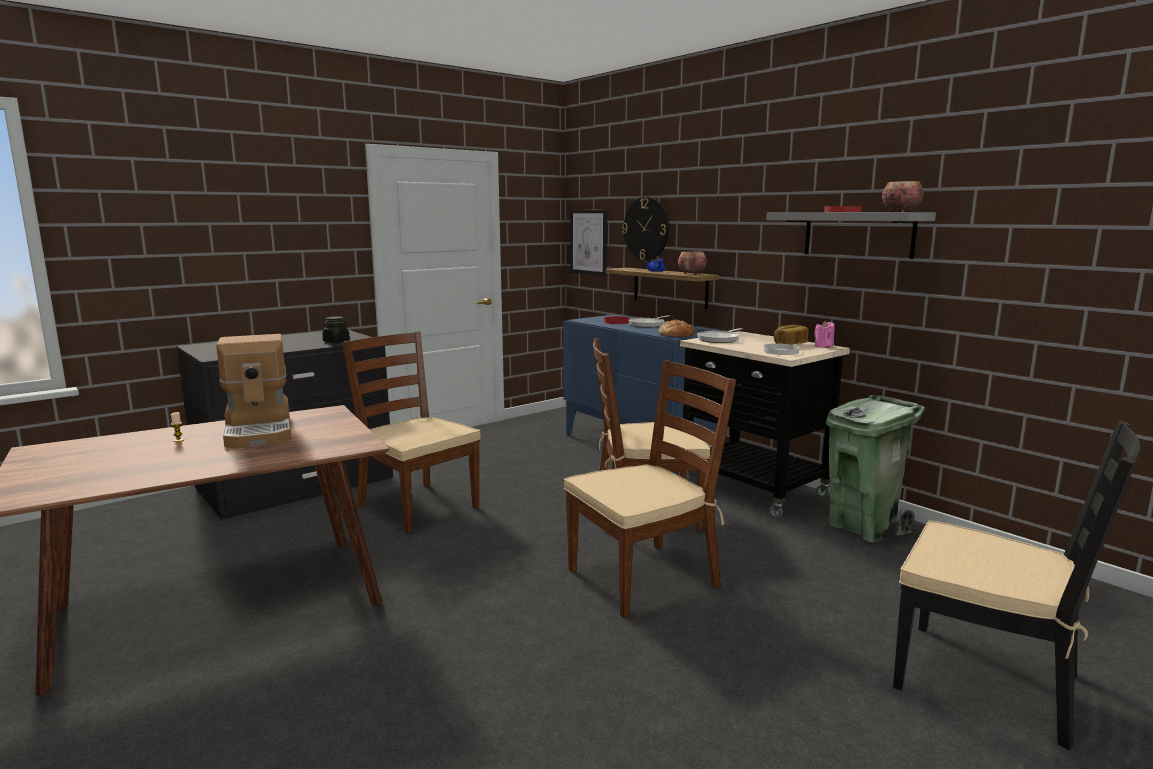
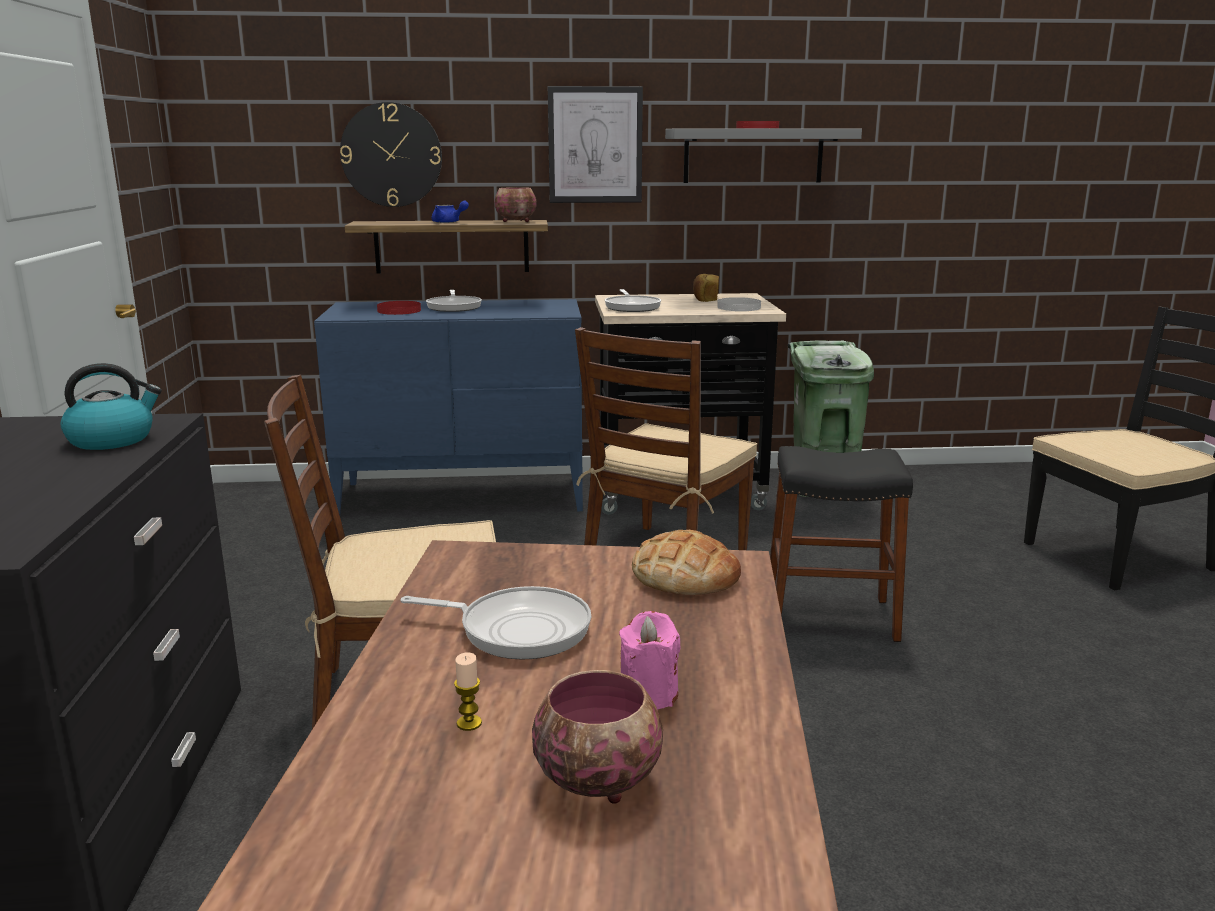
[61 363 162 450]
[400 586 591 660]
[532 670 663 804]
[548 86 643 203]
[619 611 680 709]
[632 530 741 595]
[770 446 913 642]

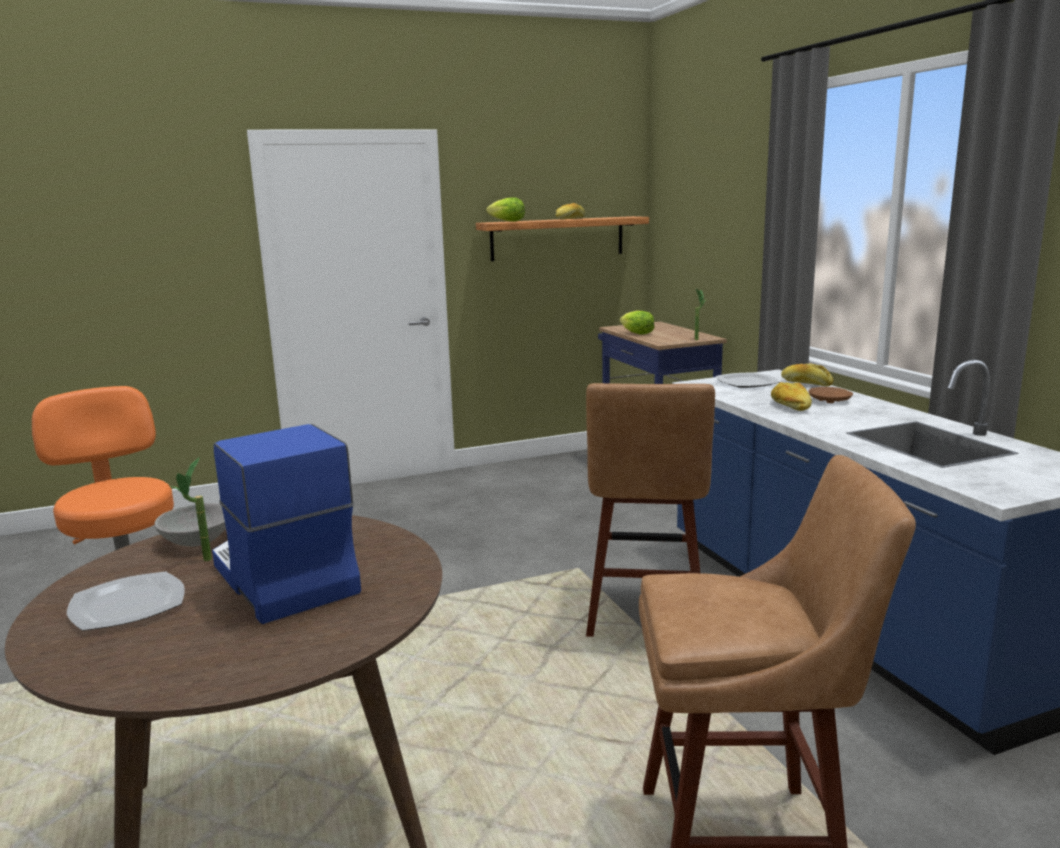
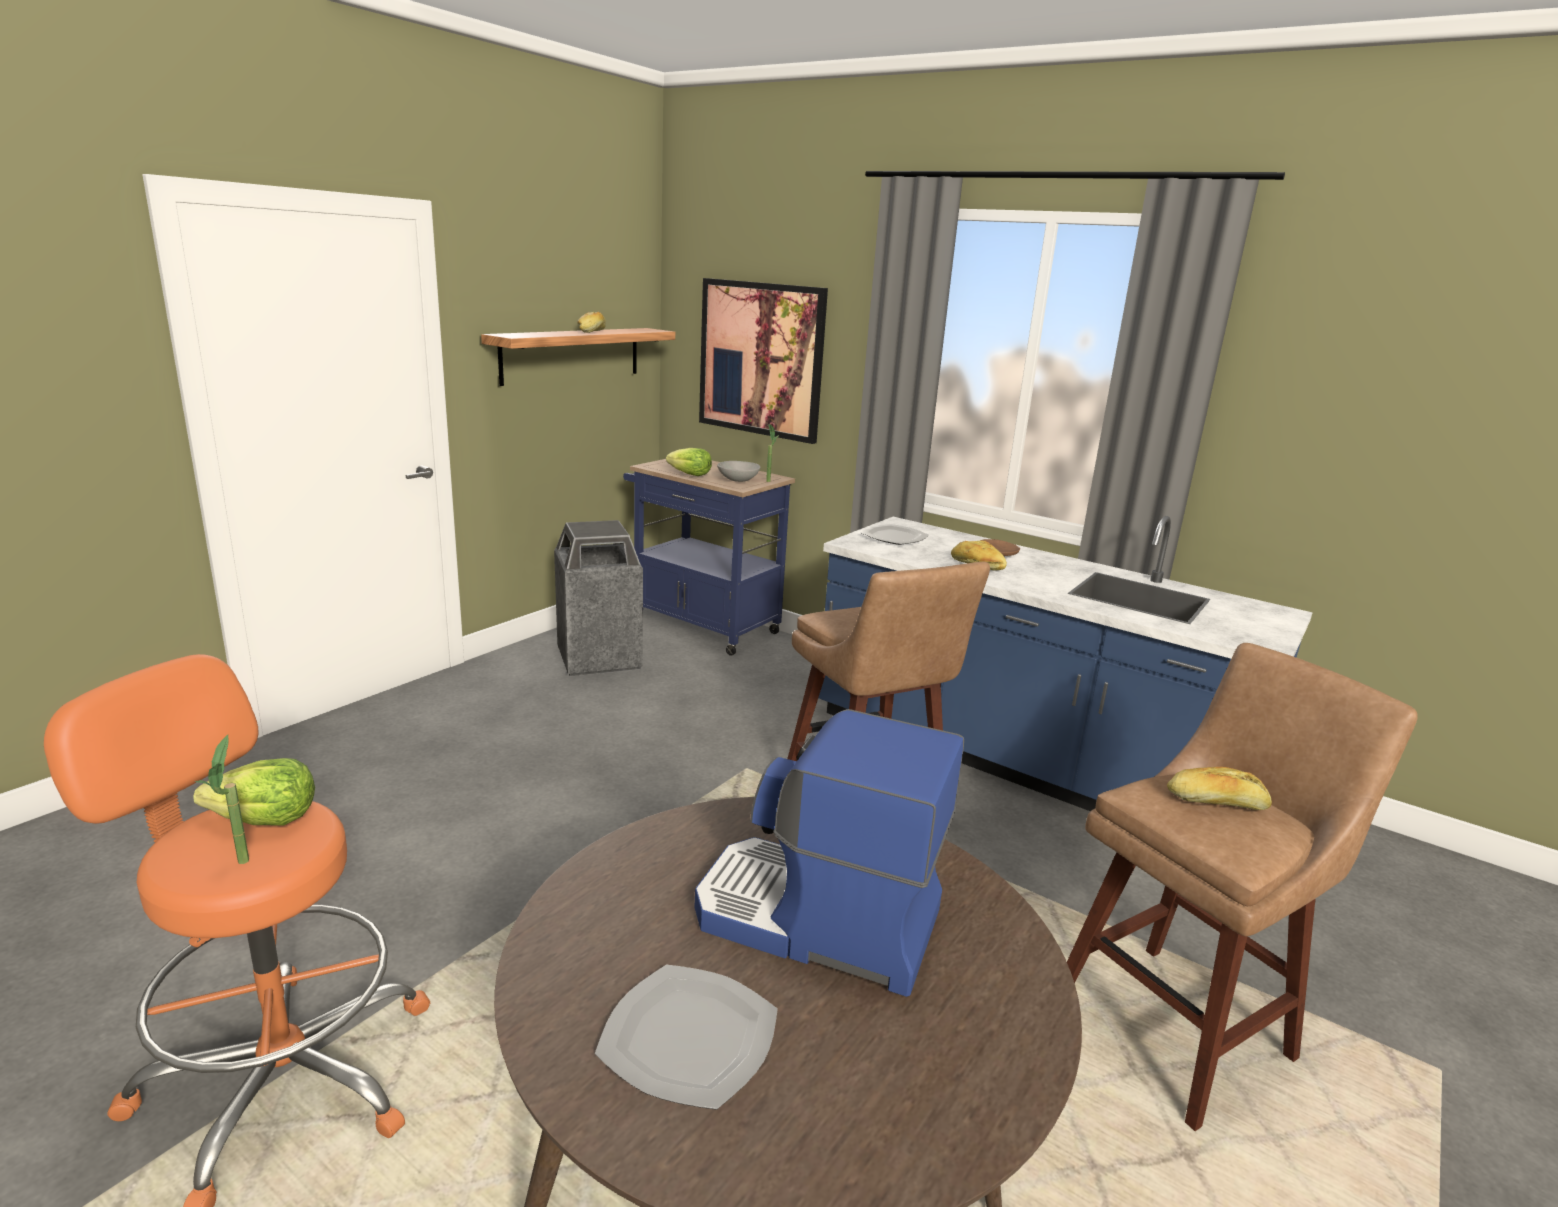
[193 758 315 826]
[194 735 249 864]
[554 520 643 677]
[699 278 828 444]
[717 461 760 482]
[1167 767 1272 810]

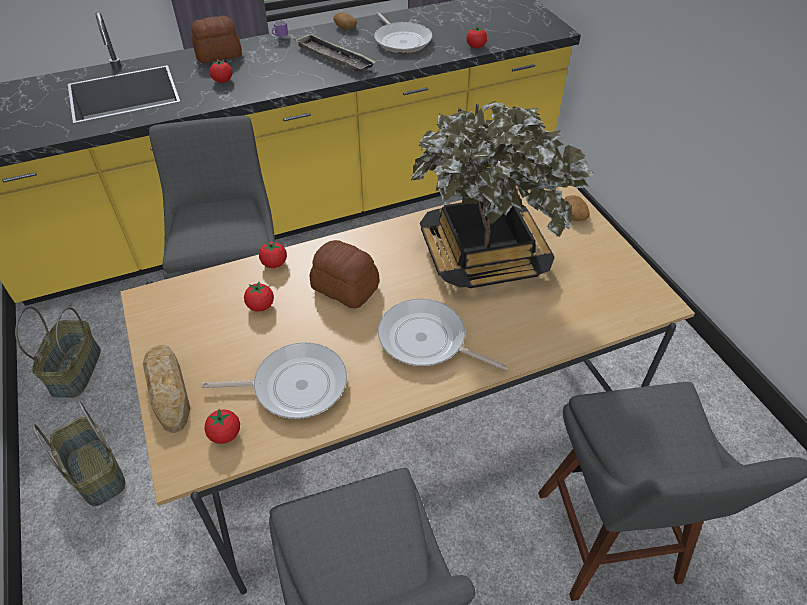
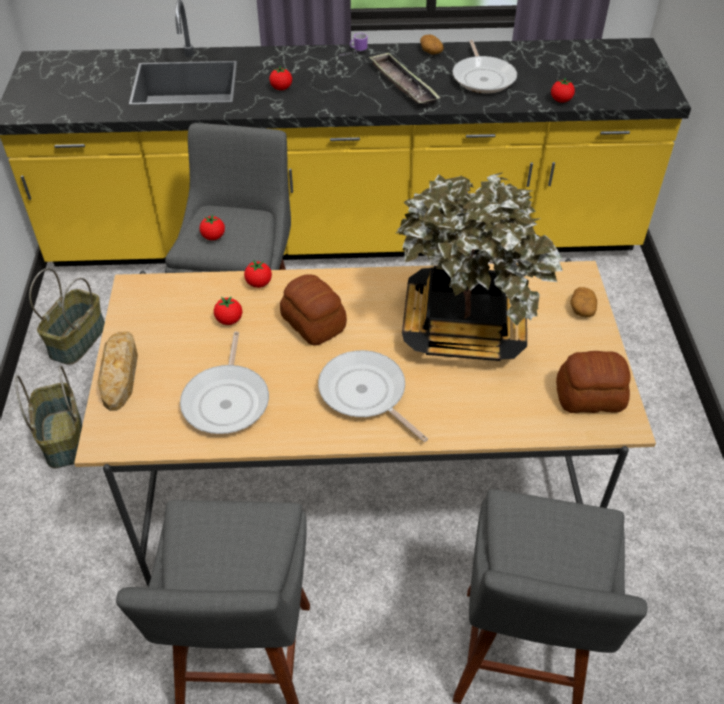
[180 331 269 434]
[200 215 225 240]
[556 351 630 413]

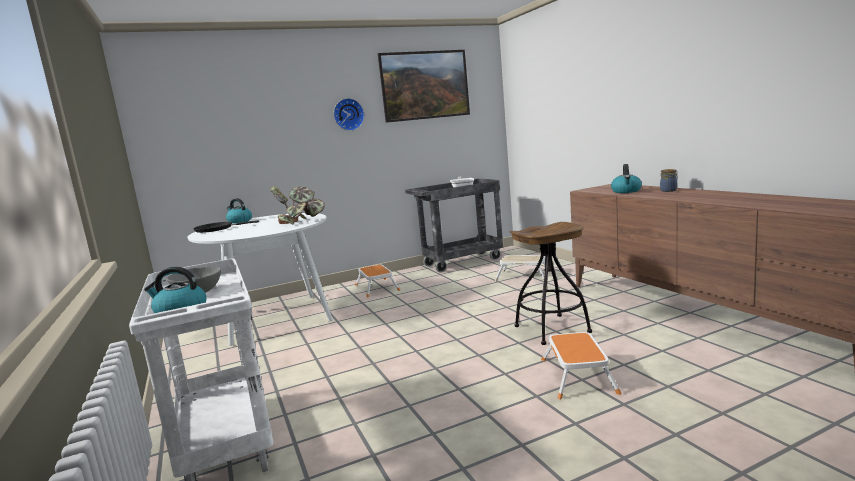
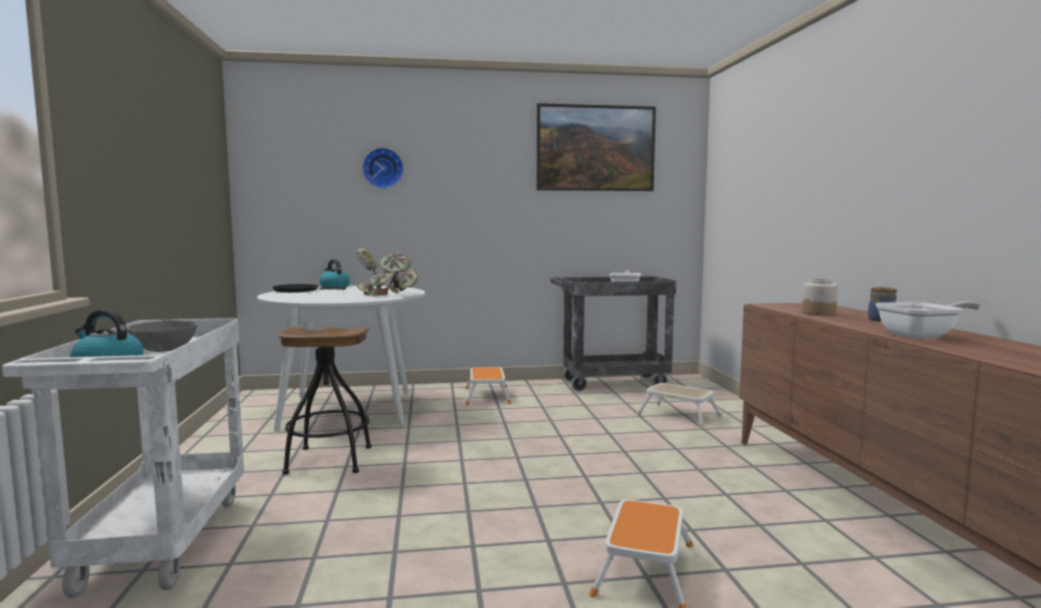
[278 327 371 475]
[362 147 404 189]
[802 279 838 316]
[875 301 981 339]

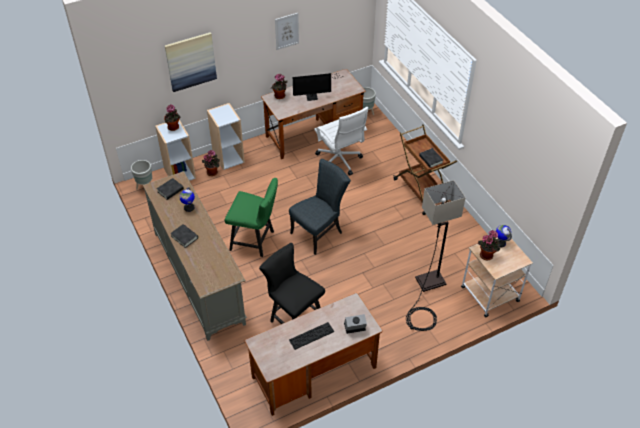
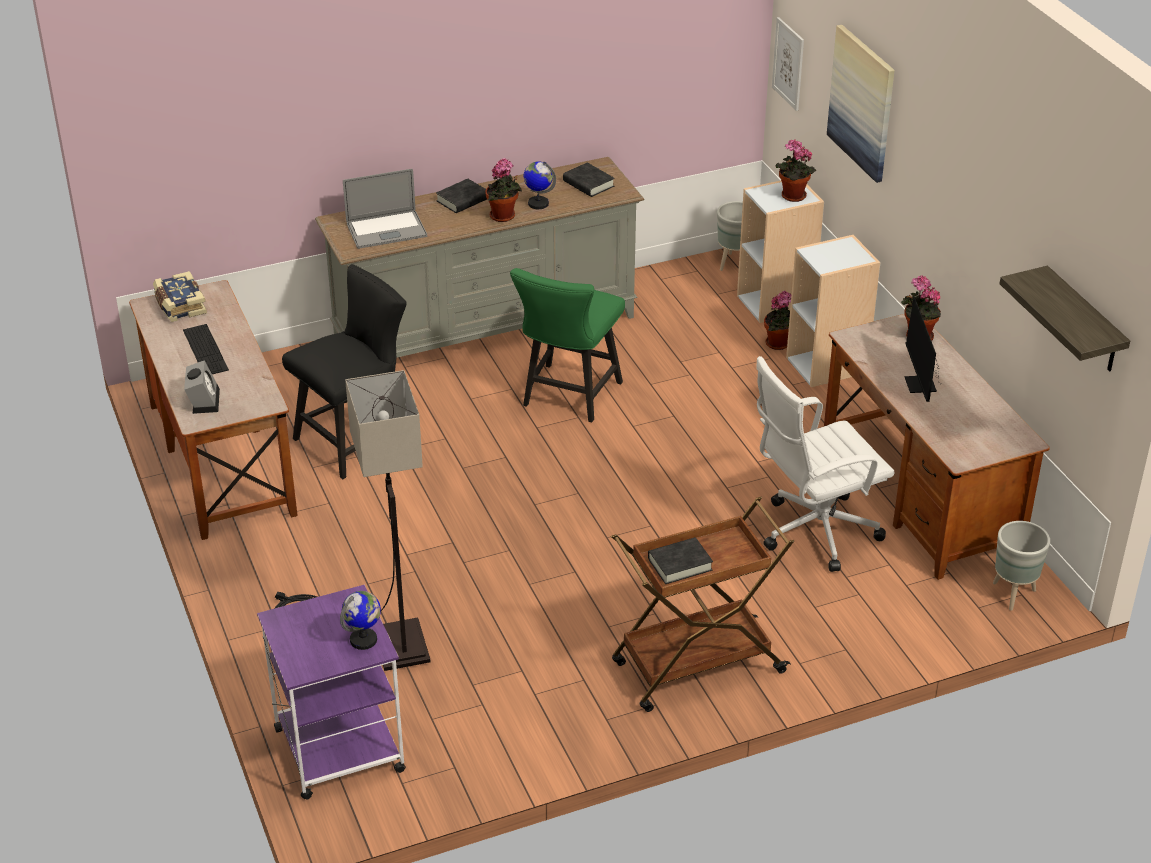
[153 271 207 322]
[257 584 406 800]
[343 169 427 249]
[486 158 522 222]
[772 17 804 111]
[1000 266 1130 371]
[289 159 351 255] (first image)

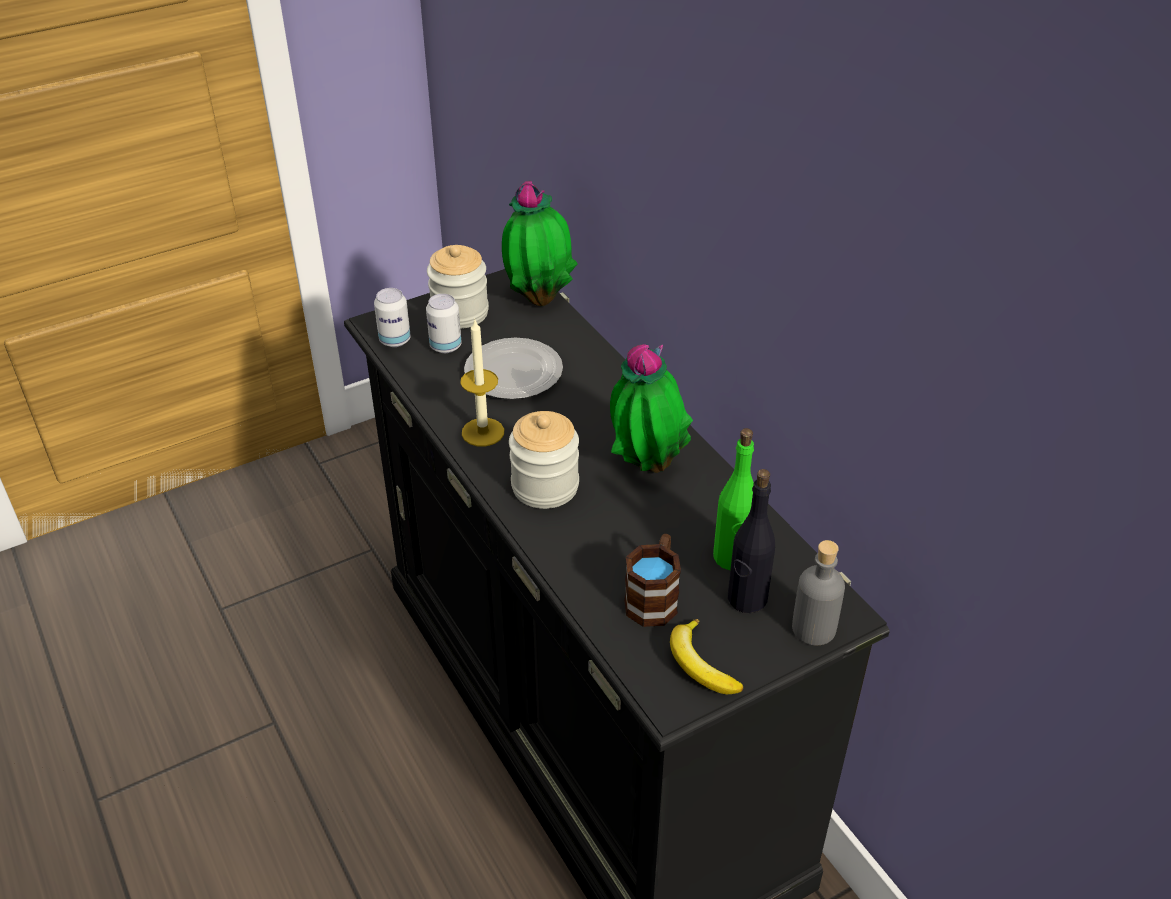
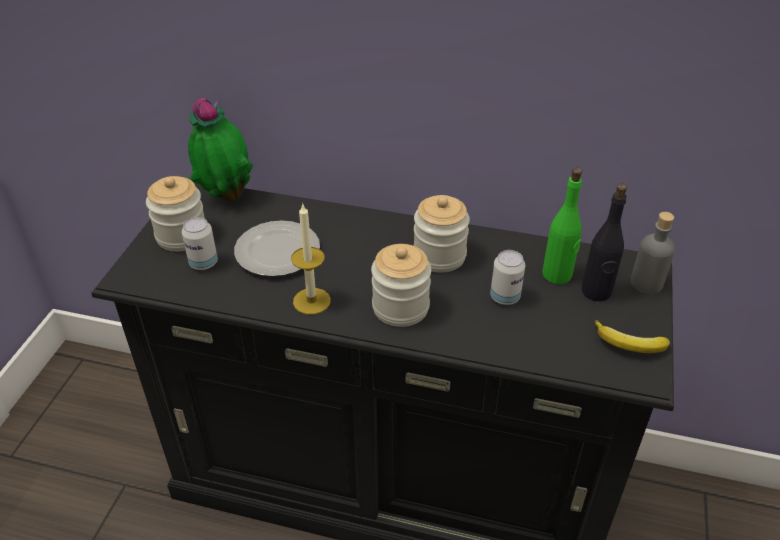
[414 195 470 273]
[490 250 525 305]
[624 534 681 627] (first image)

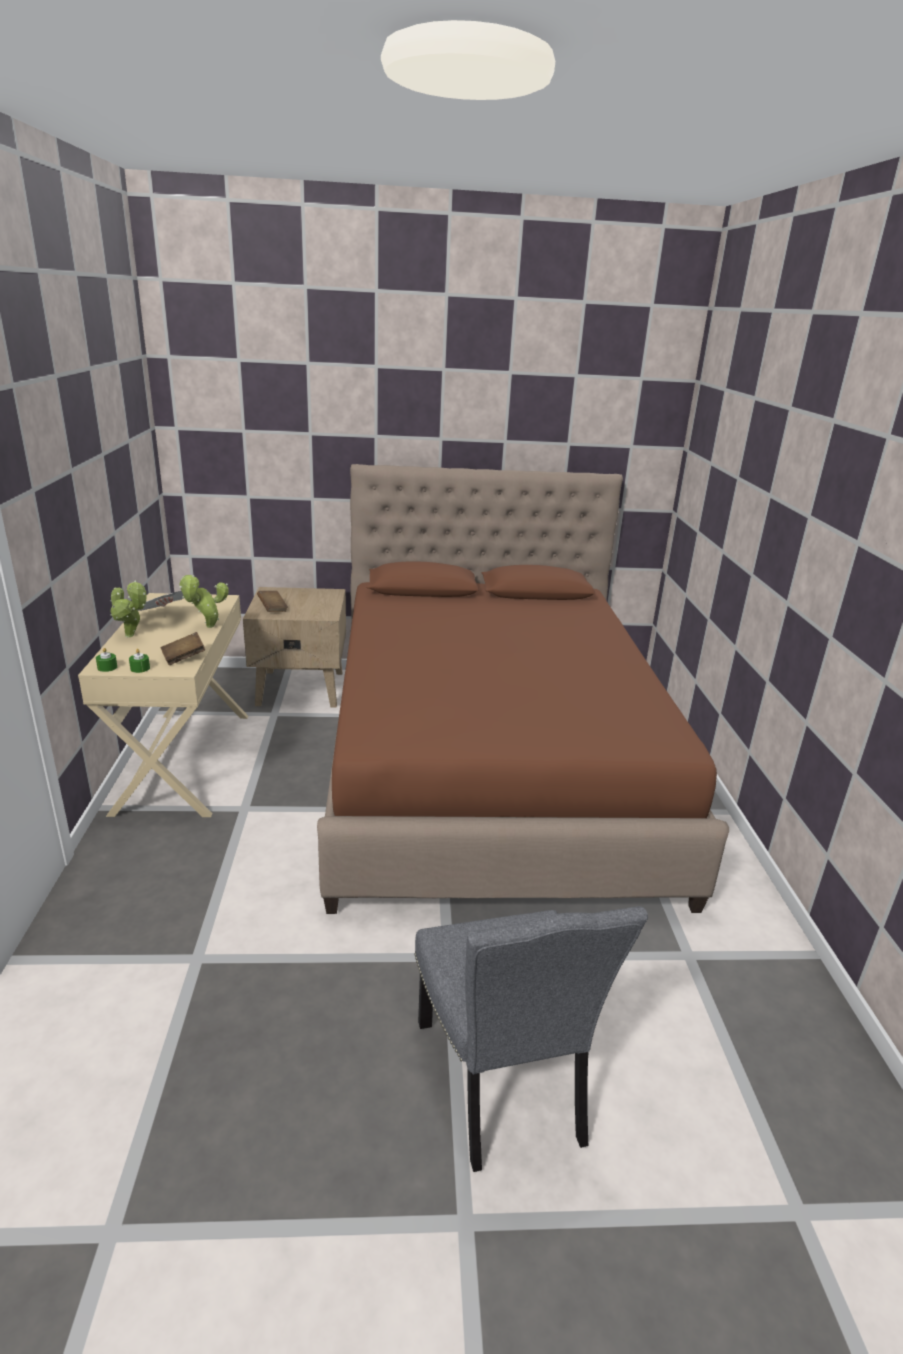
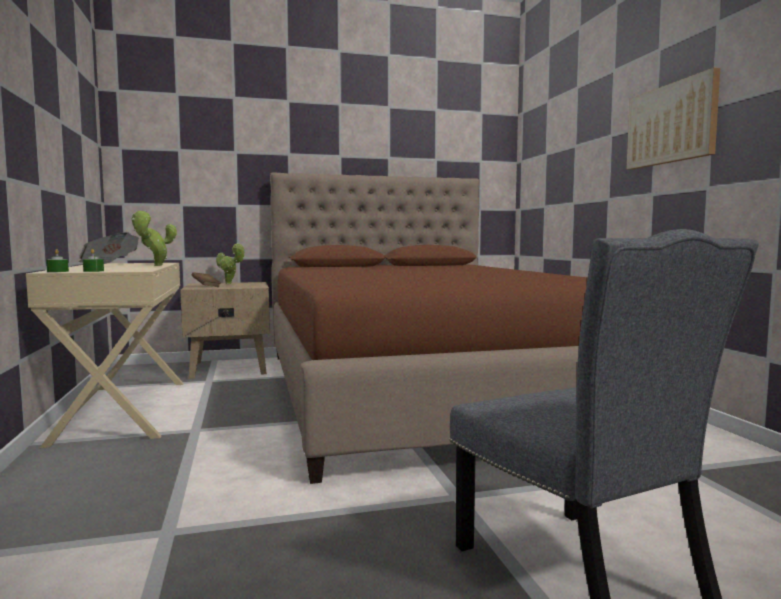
[216 243 245 284]
[626 68 720 170]
[160 632 205 665] (first image)

